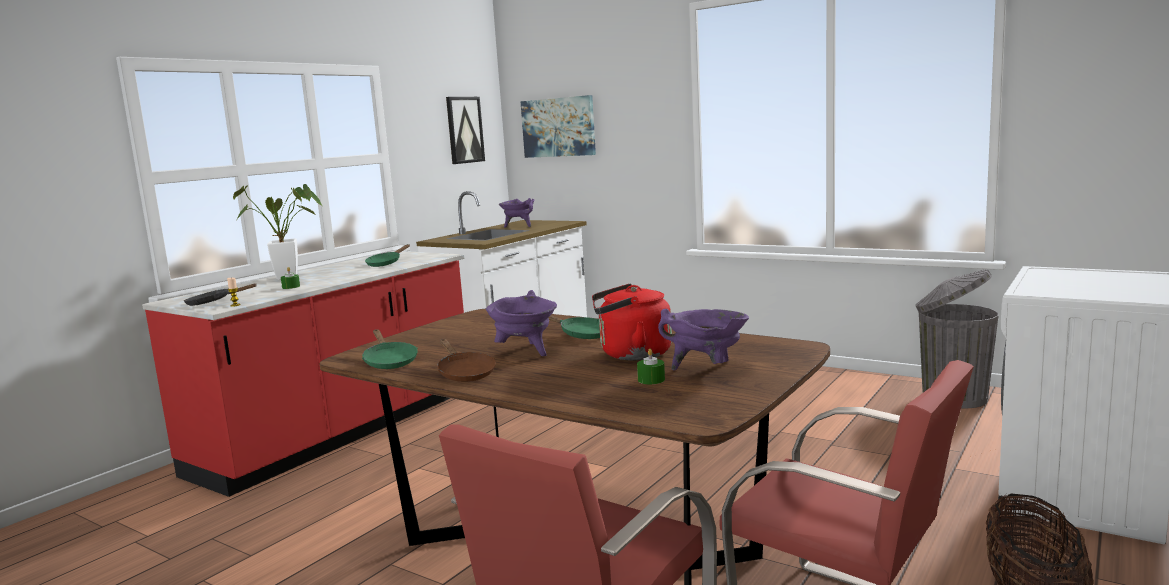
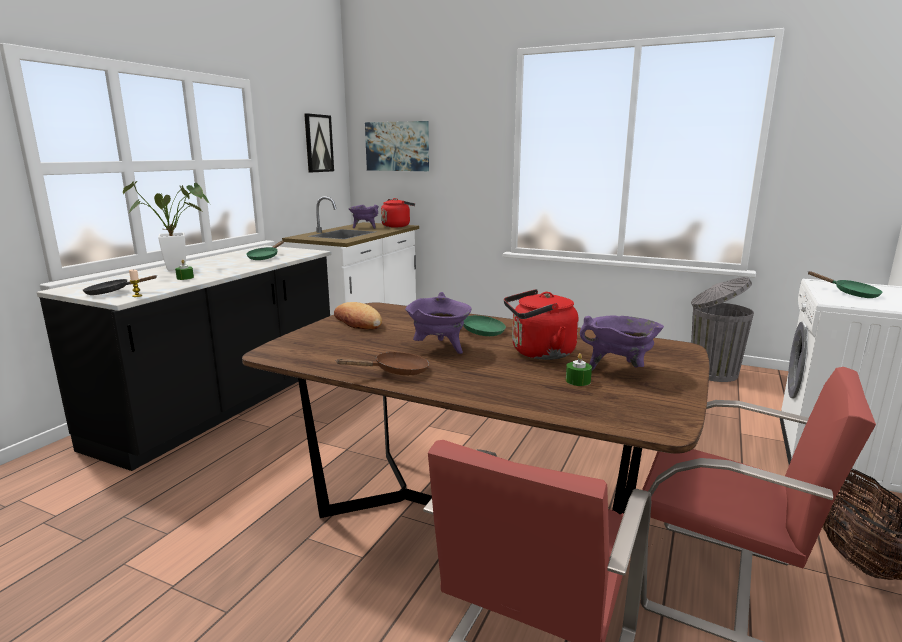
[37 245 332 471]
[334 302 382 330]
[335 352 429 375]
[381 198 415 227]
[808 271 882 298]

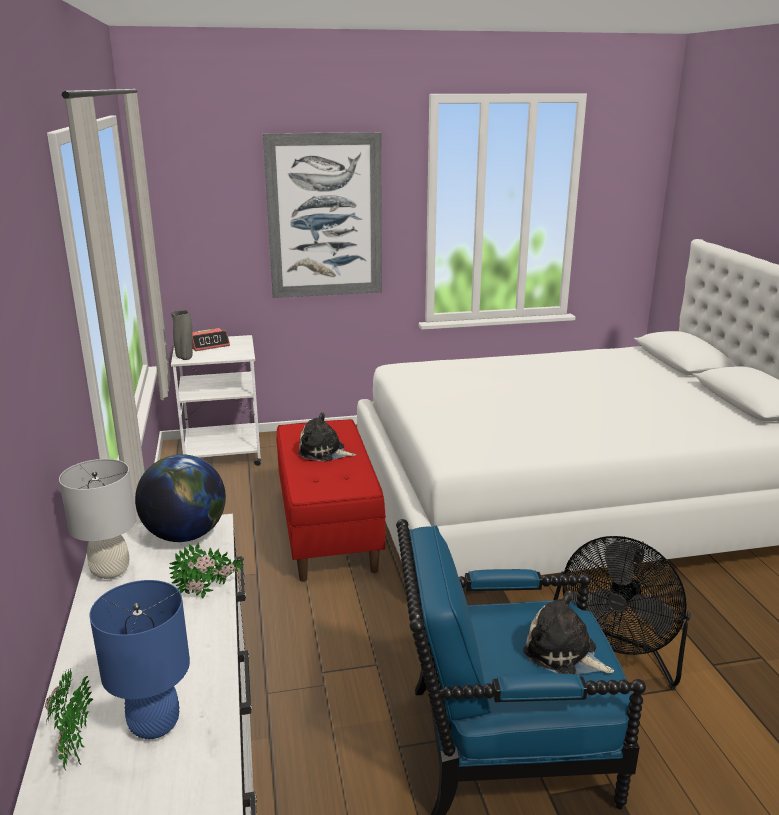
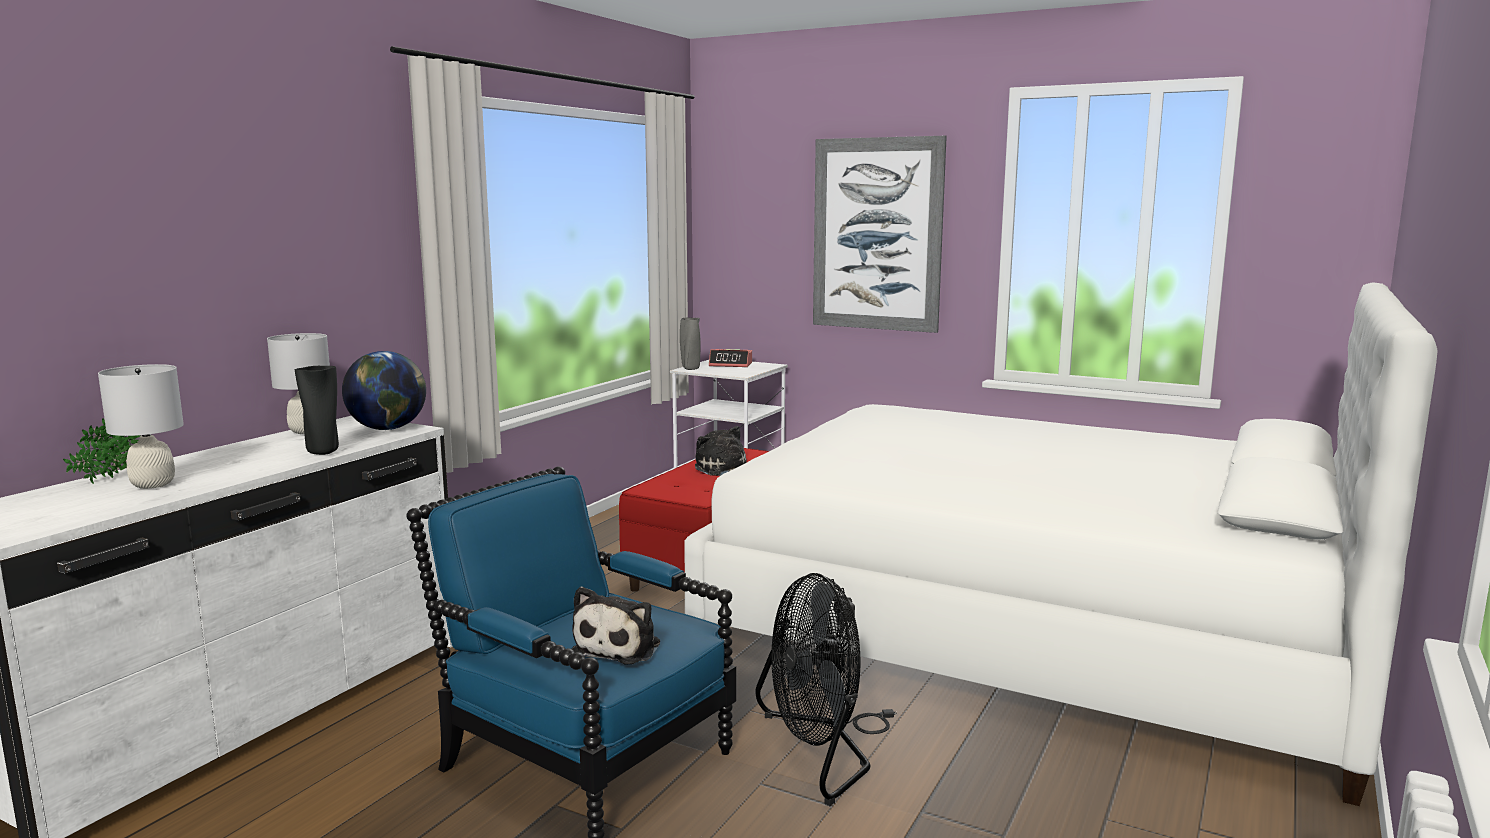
[98 364 184 489]
[295 366 339 455]
[572 586 660 665]

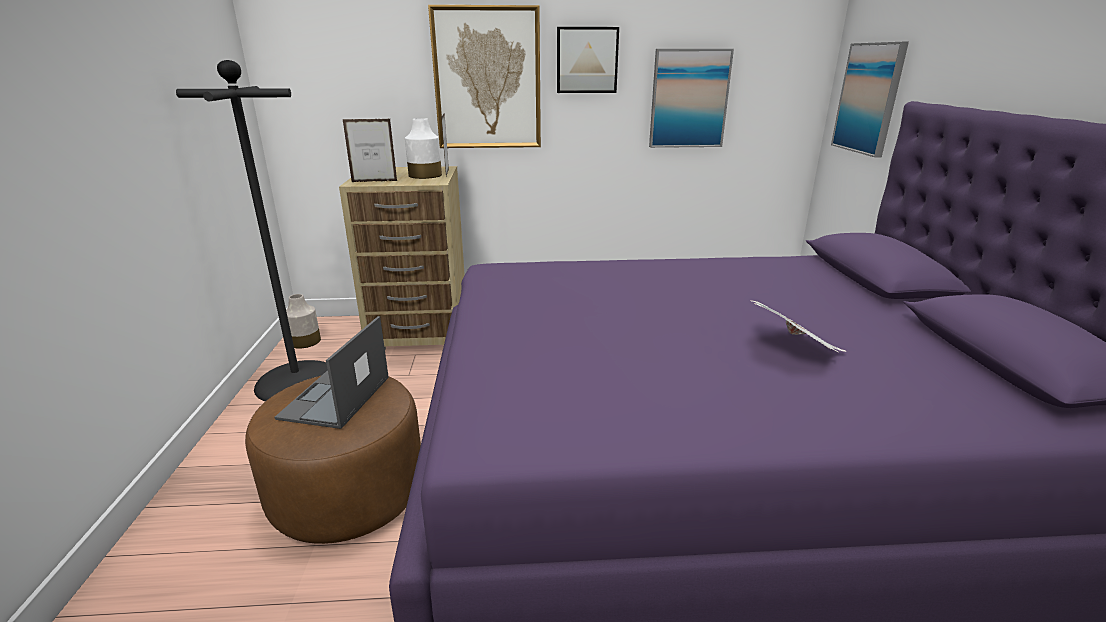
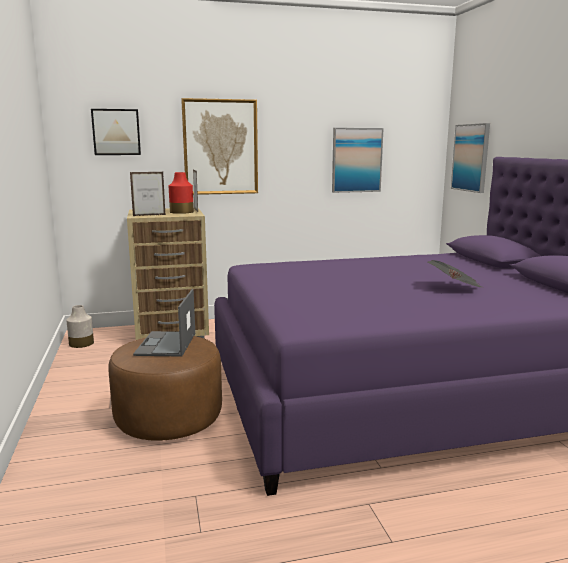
[91 109 141 155]
[169 172 194 214]
[176 60 328 401] (first image)

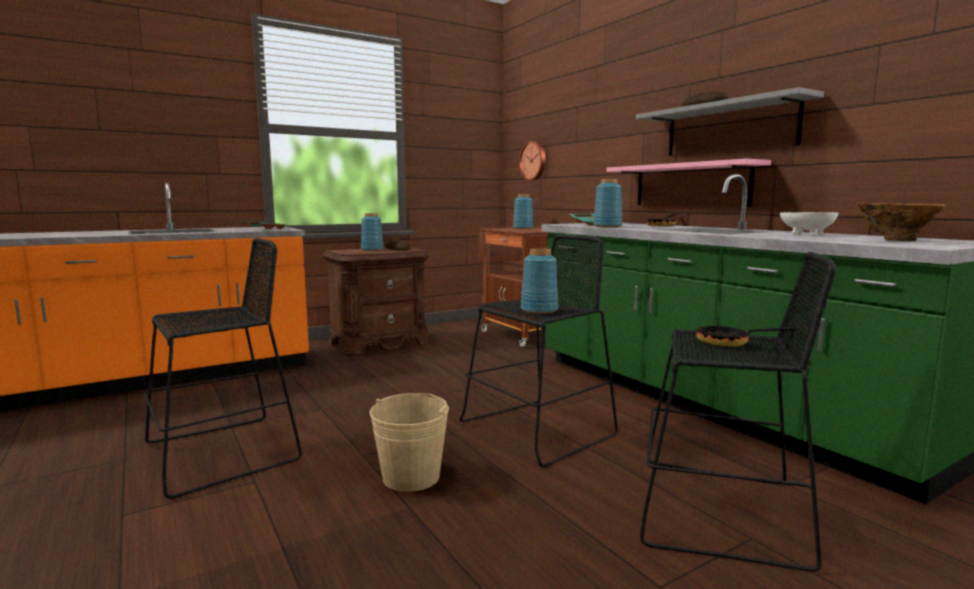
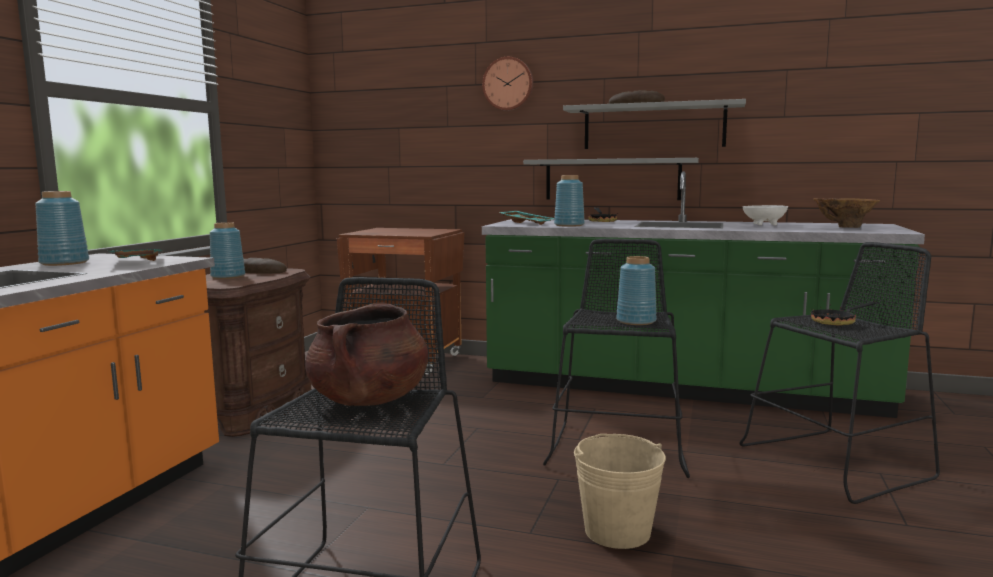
[35 191 89 266]
[305 302 428 406]
[482 57 533 111]
[523 158 699 200]

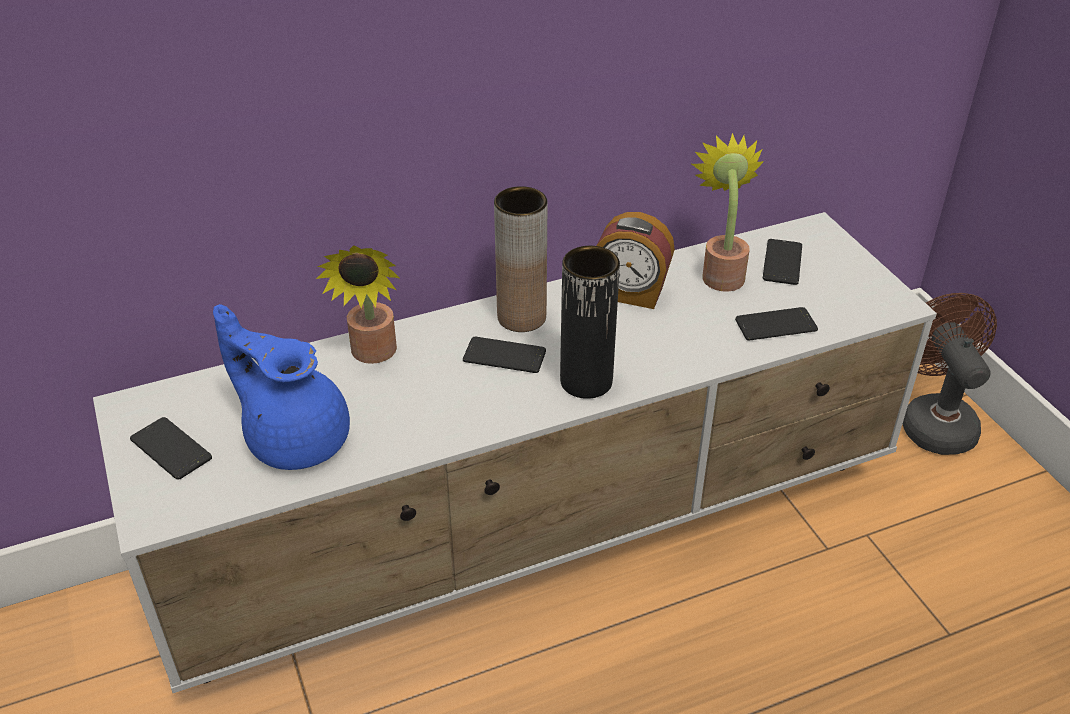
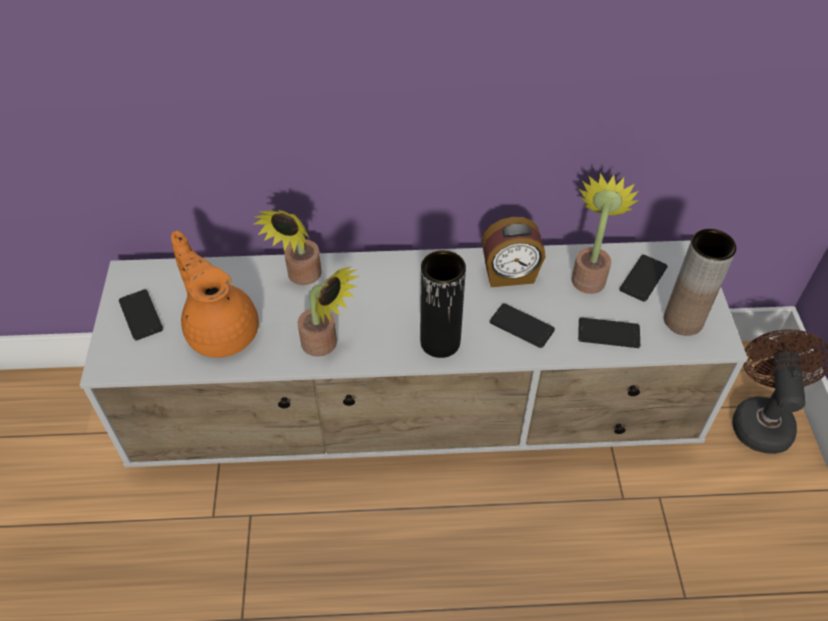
[171 231 259 358]
[298 266 360 357]
[482 217 545 287]
[490 303 555 348]
[664 229 736 336]

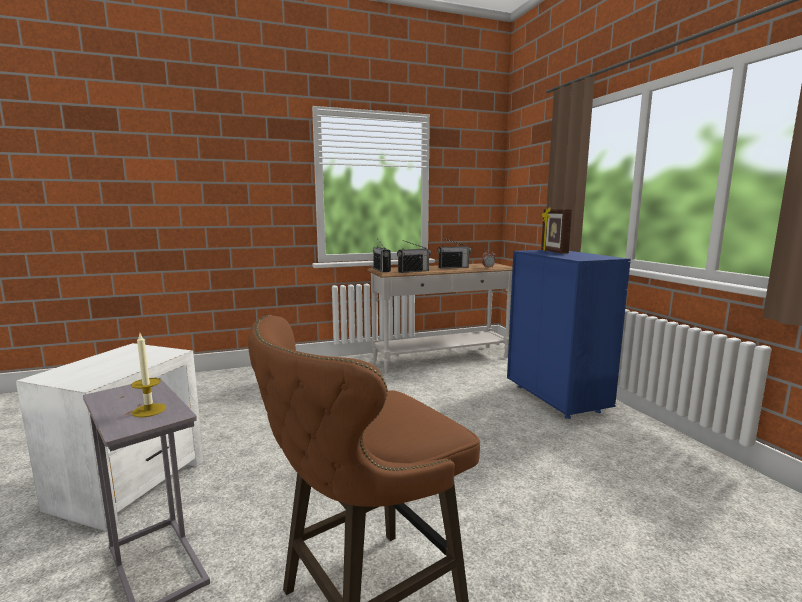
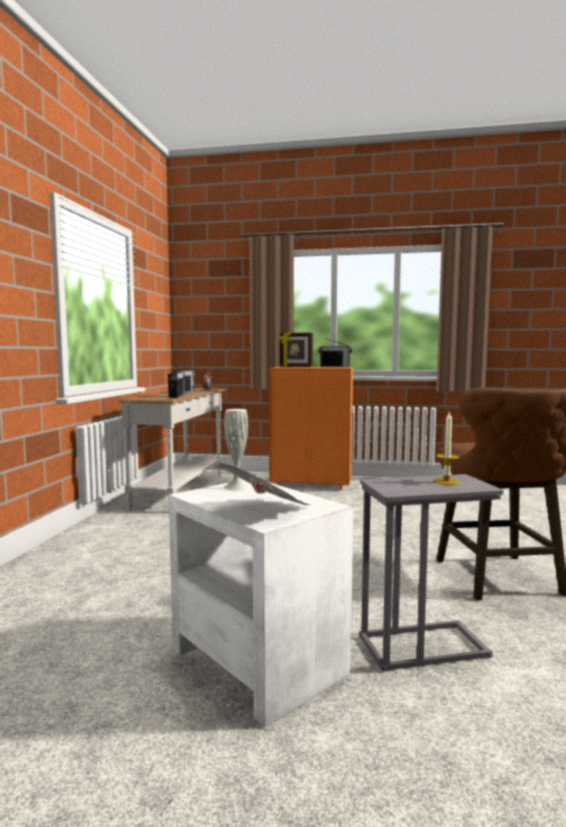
[214 463 310 505]
[224 409 250 491]
[269 367 353 490]
[318 338 352 367]

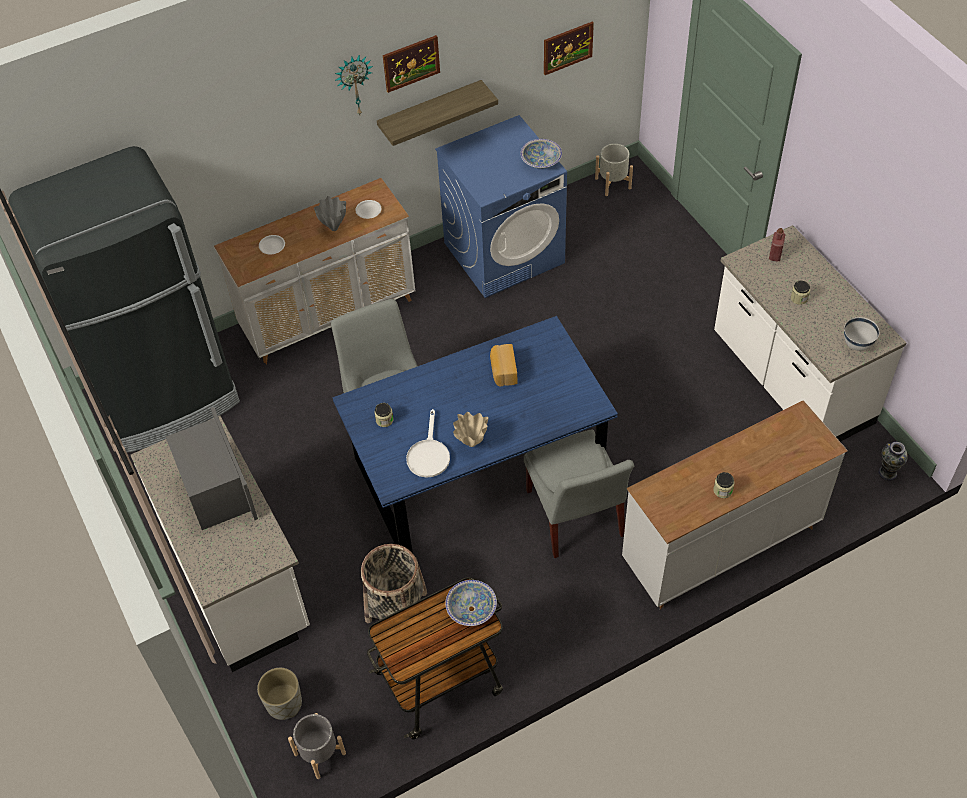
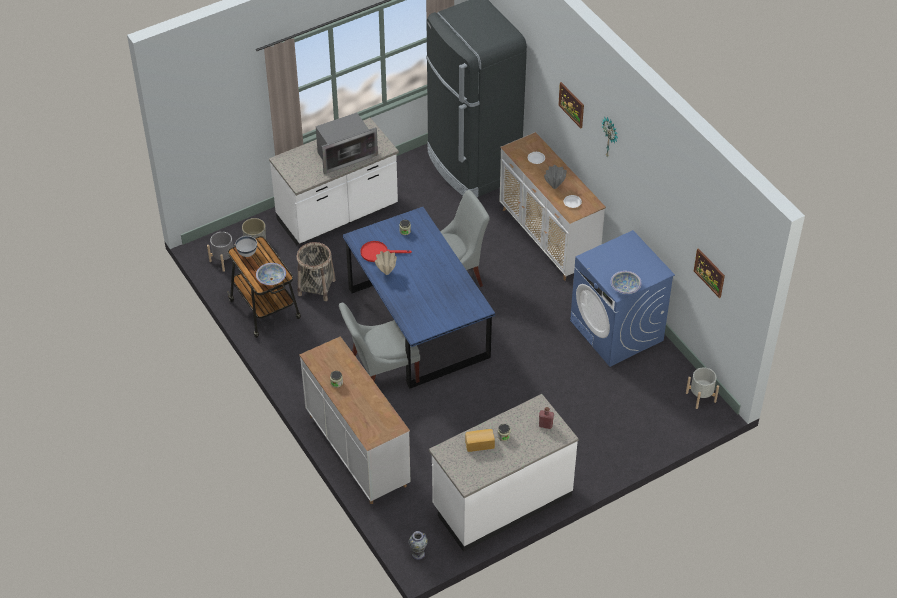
[235 236 257 257]
[360 241 412 262]
[465 429 495 452]
[558 82 584 128]
[377 80 498 146] (first image)

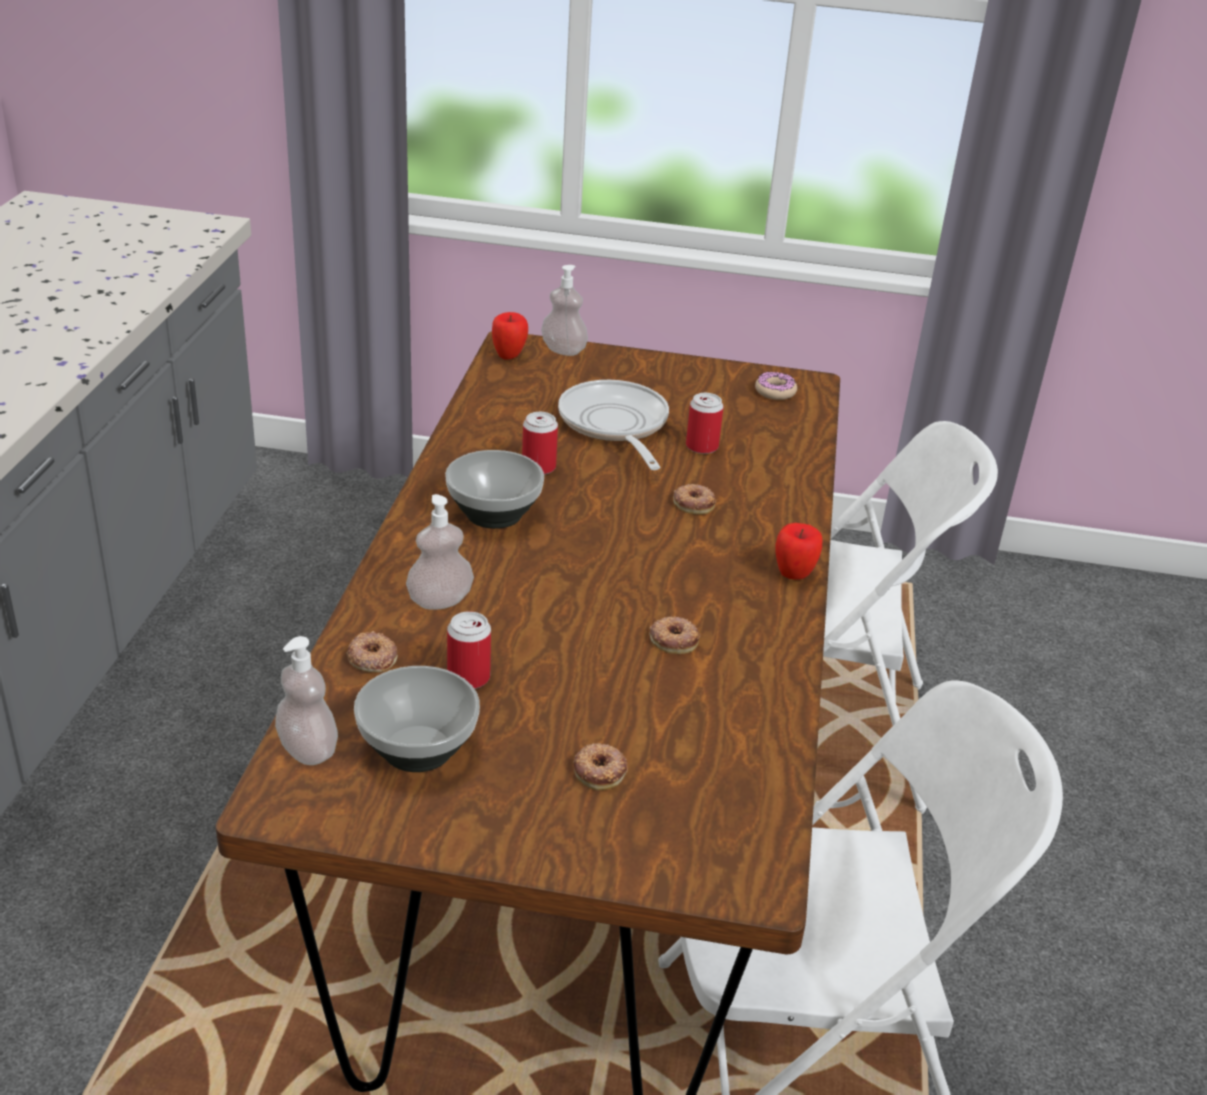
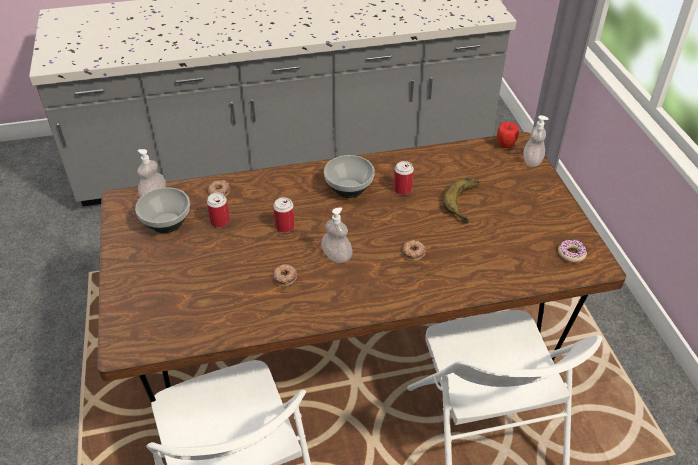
[273 197 295 233]
[321 207 353 263]
[443 178 479 223]
[574 743 628 790] (first image)
[775 523 822 580] (first image)

